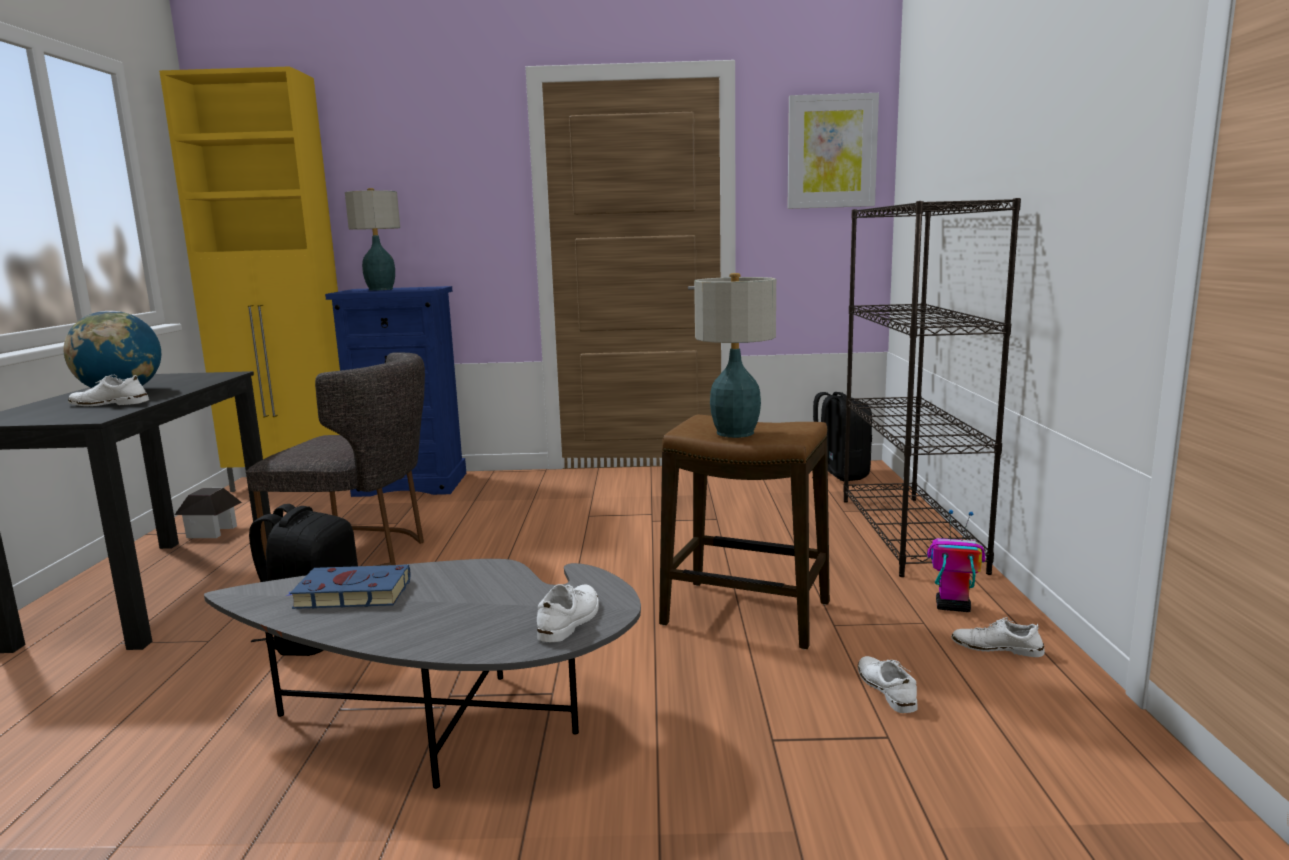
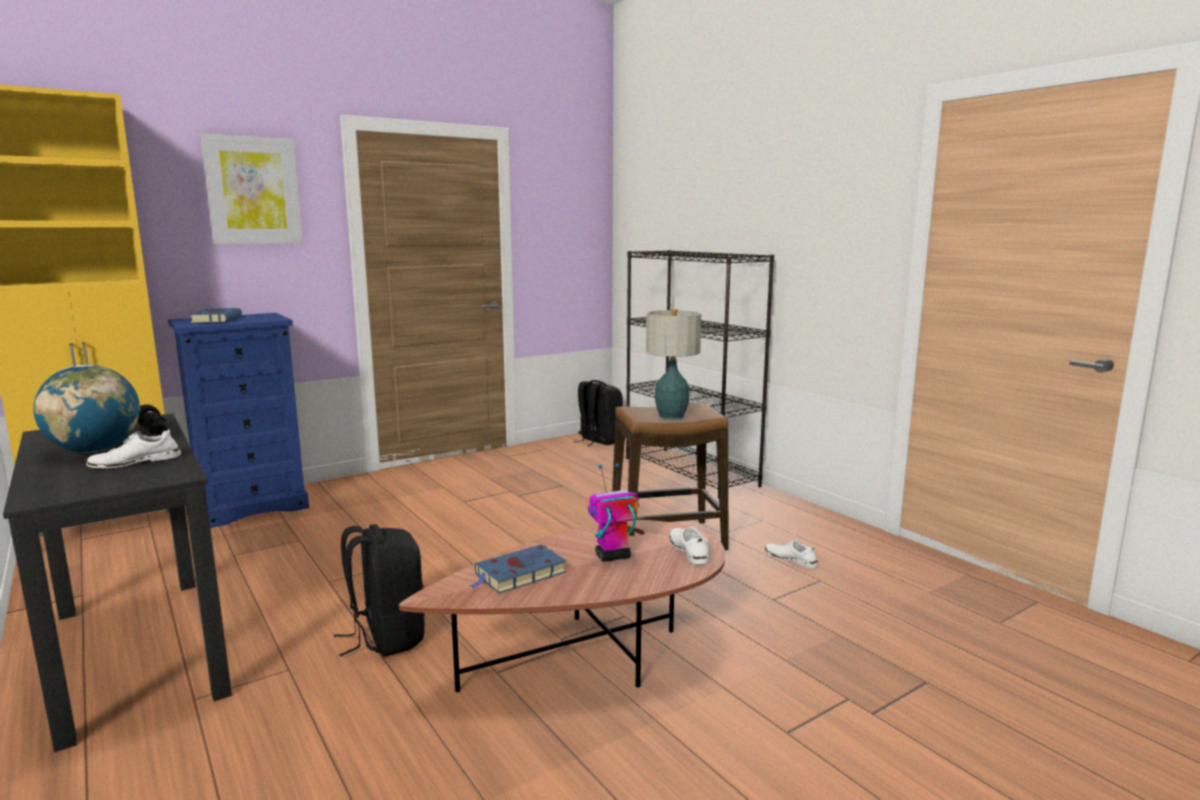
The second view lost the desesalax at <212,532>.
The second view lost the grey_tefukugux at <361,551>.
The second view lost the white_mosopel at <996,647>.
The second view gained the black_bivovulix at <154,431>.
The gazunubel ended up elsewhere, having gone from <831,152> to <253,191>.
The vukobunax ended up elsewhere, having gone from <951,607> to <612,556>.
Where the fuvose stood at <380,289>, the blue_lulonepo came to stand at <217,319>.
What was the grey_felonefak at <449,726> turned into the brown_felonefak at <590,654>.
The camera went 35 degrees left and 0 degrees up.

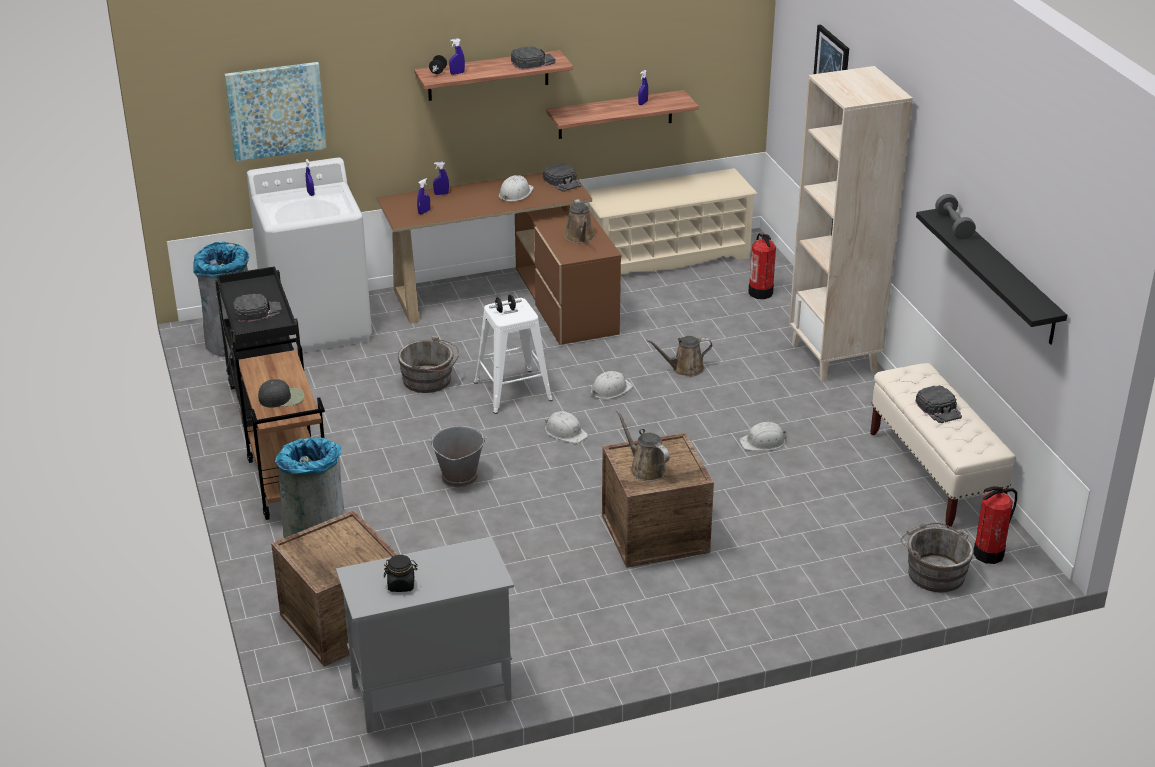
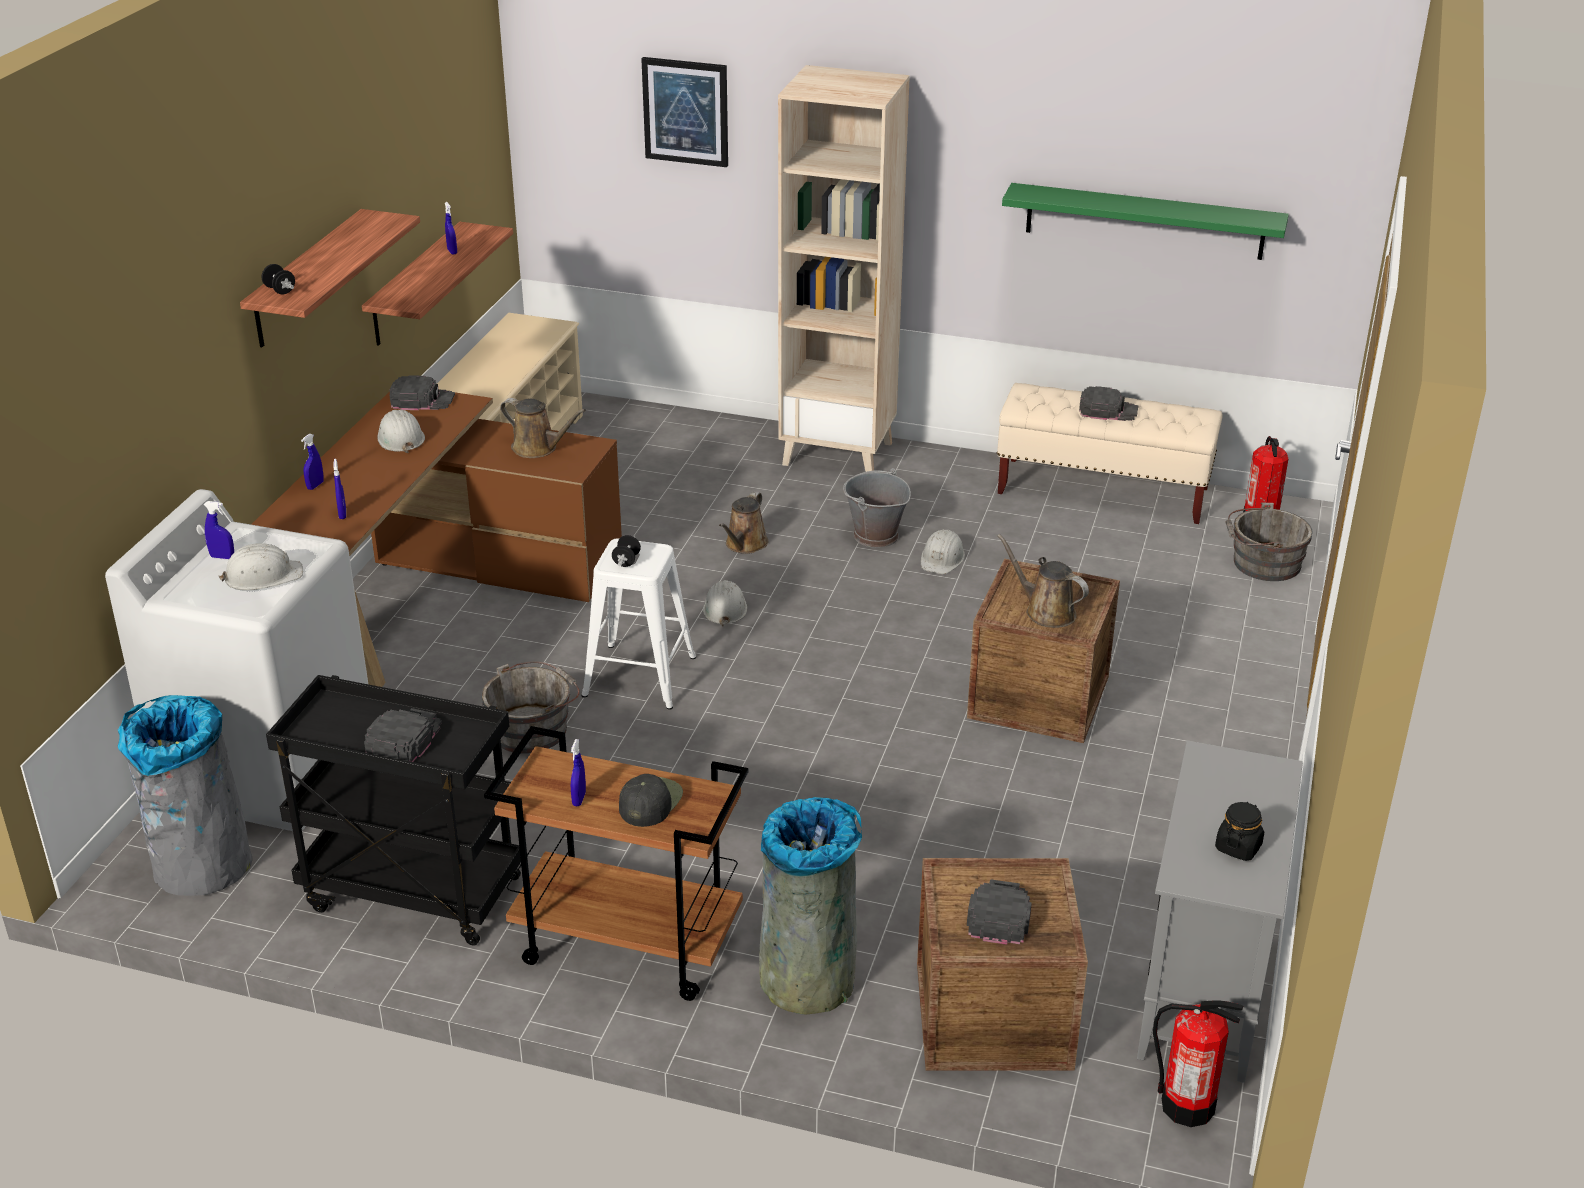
The second view lost the gazunubel at <275,110>.
The second view lost the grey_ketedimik at <953,226>.
The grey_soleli ended up elsewhere, having gone from <459,477> to <875,536>.
The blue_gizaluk ended up elsewhere, having gone from <457,73> to <579,799>.
The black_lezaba ended up elsewhere, having gone from <532,62> to <999,914>.
The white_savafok ended up elsewhere, having gone from <565,432> to <263,576>.
The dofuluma ended up elsewhere, having gone from <760,292> to <1187,1105>.
What was the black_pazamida at <1002,276> turned into the green_pazamida at <1144,221>.
The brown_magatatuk at <645,468> ended up facing another way, 45 degrees clockwise from before.
The camera went 55 degrees left and 0 degrees up.

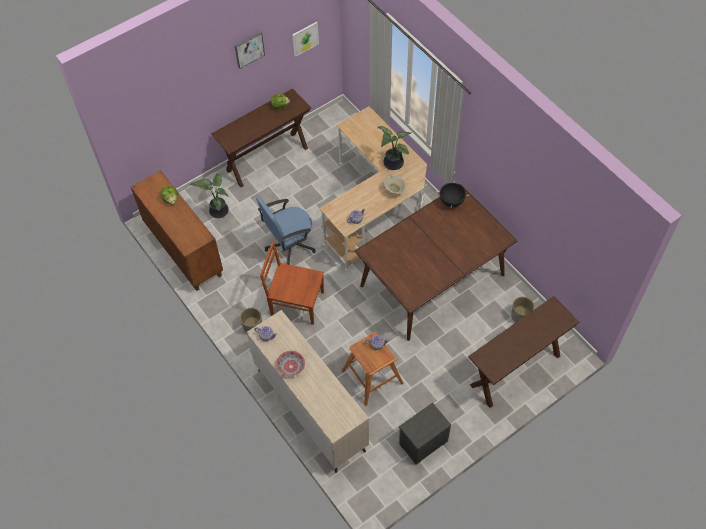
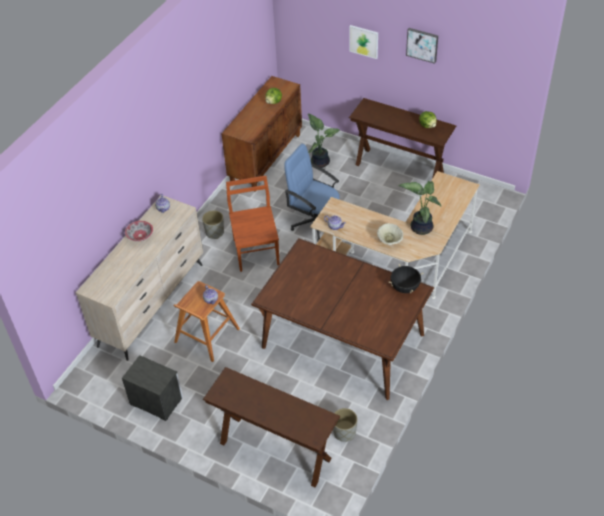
The gazunubel ended up elsewhere, having gone from <305,38> to <364,41>.
The camera went 65 degrees right and 10 degrees down.

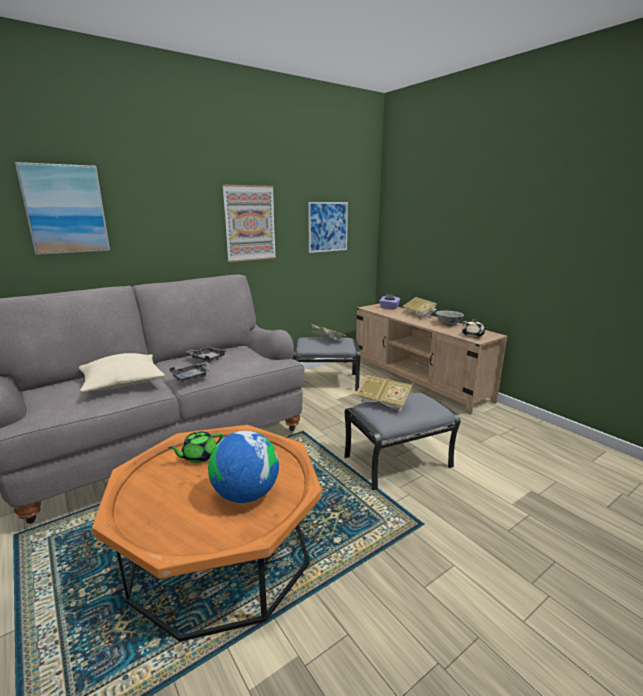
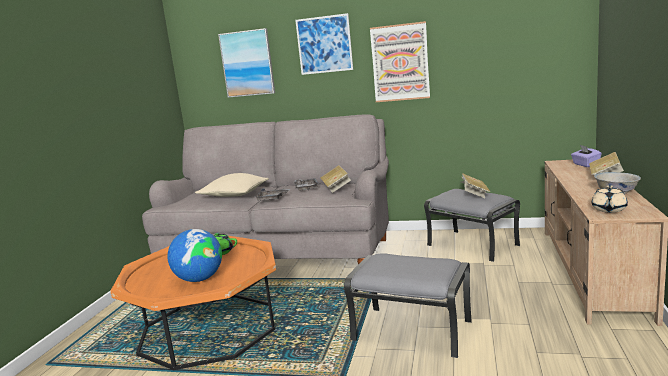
The gazunubel ended up elsewhere, having gone from <328,227> to <324,44>.
The lulonepo ended up elsewhere, having gone from <383,403> to <336,187>.
The camera went 50 degrees right and 5 degrees down.

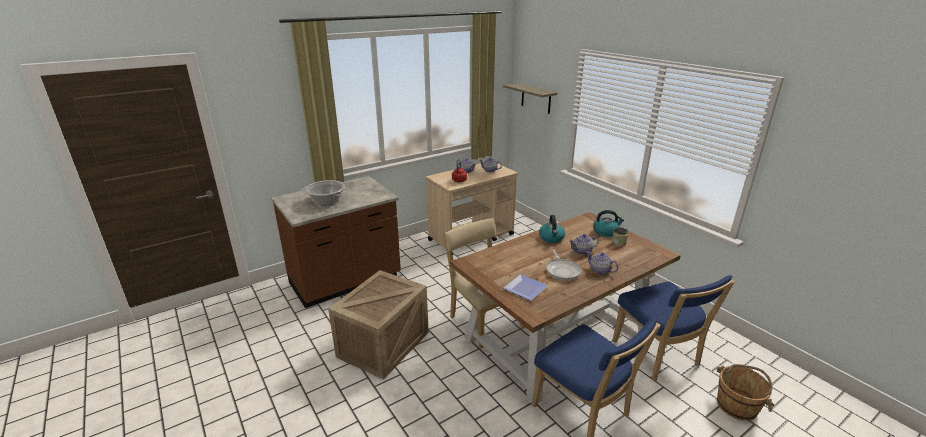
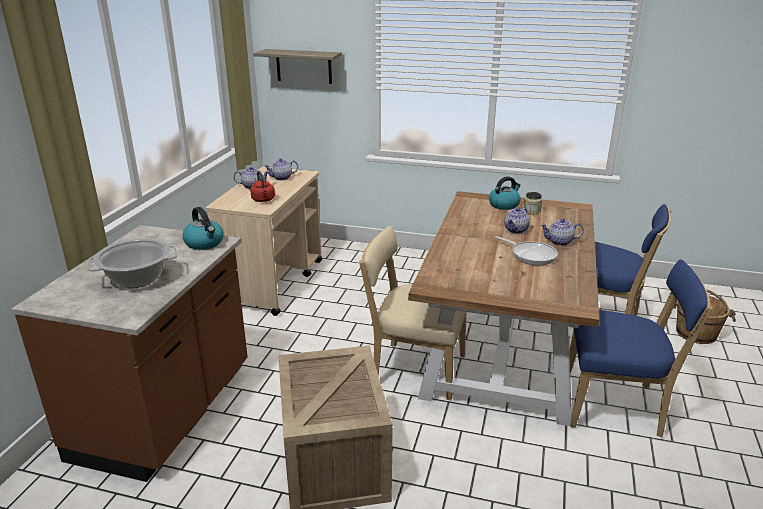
The second view lost the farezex at <525,288>.
The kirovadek ended up elsewhere, having gone from <551,238> to <205,243>.
The camera went 40 degrees left and 0 degrees up.

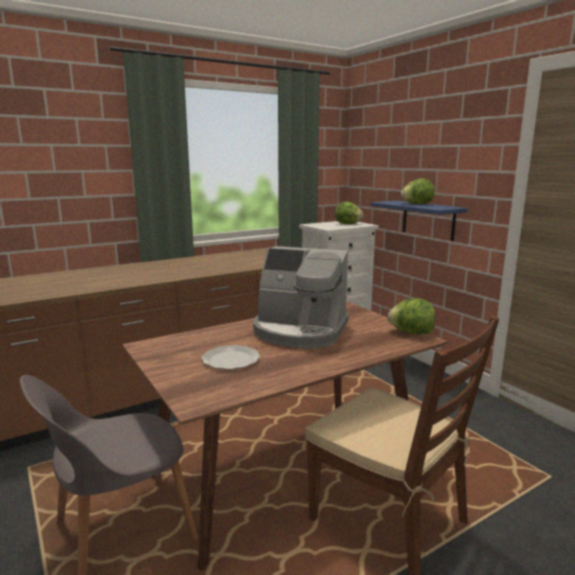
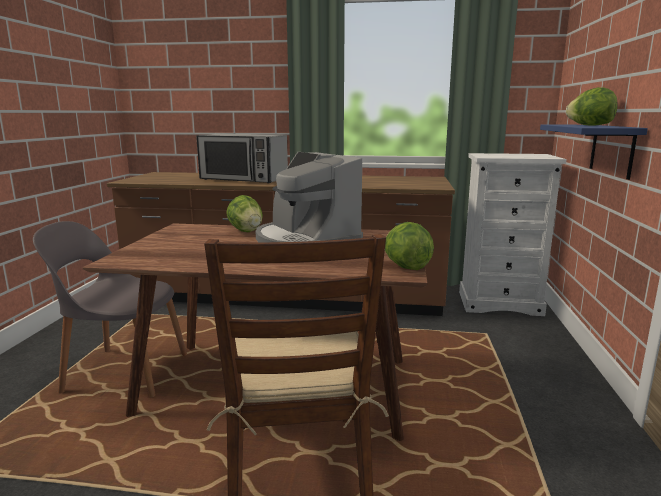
The second view lost the farezex at <232,360>.
The second view gained the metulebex at <243,179>.
The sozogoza ended up elsewhere, having gone from <348,224> to <246,231>.
The camera went 40 degrees right and 0 degrees up.

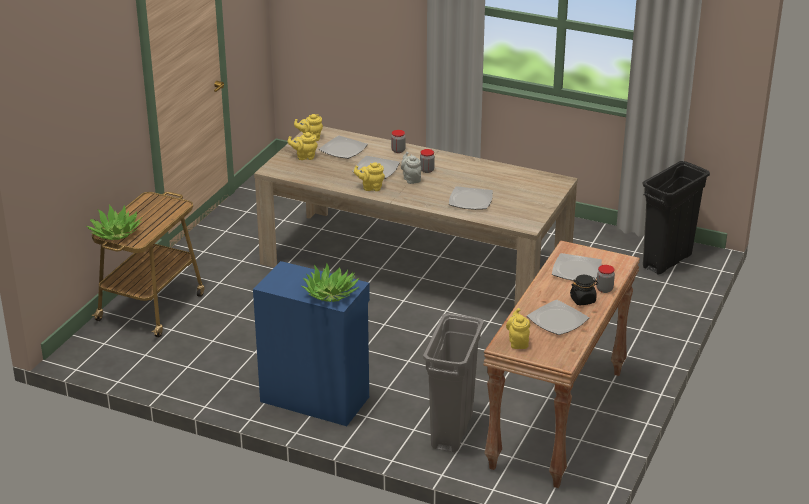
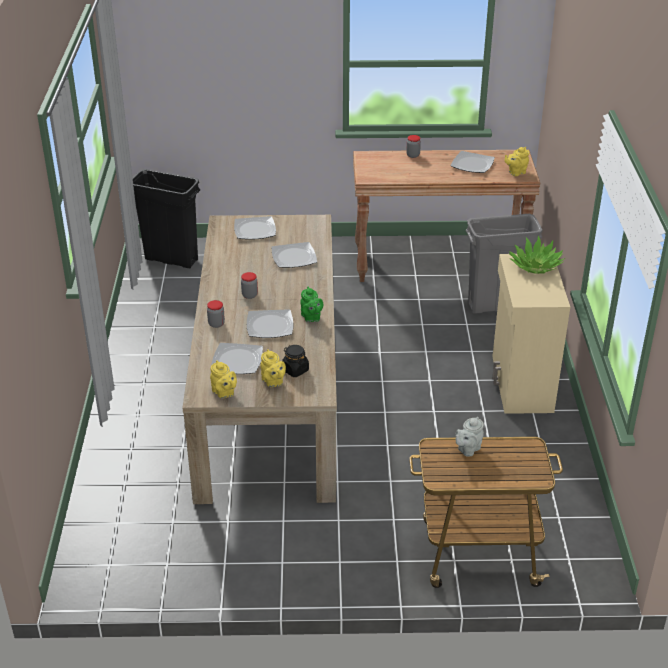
The second view lost the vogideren at <115,233>.
The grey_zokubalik ended up elsewhere, having gone from <411,179> to <467,449>.
The farezex ended up elsewhere, having gone from <576,270> to <254,230>.
The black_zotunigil ended up elsewhere, having gone from <583,300> to <295,370>.
What was the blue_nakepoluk at <315,398> turned into the beige_nakepoluk at <520,384>.
What was the yellow_zokubalik at <370,187> turned into the green_zokubalik at <311,318>.
The camera went 115 degrees left and 5 degrees up.

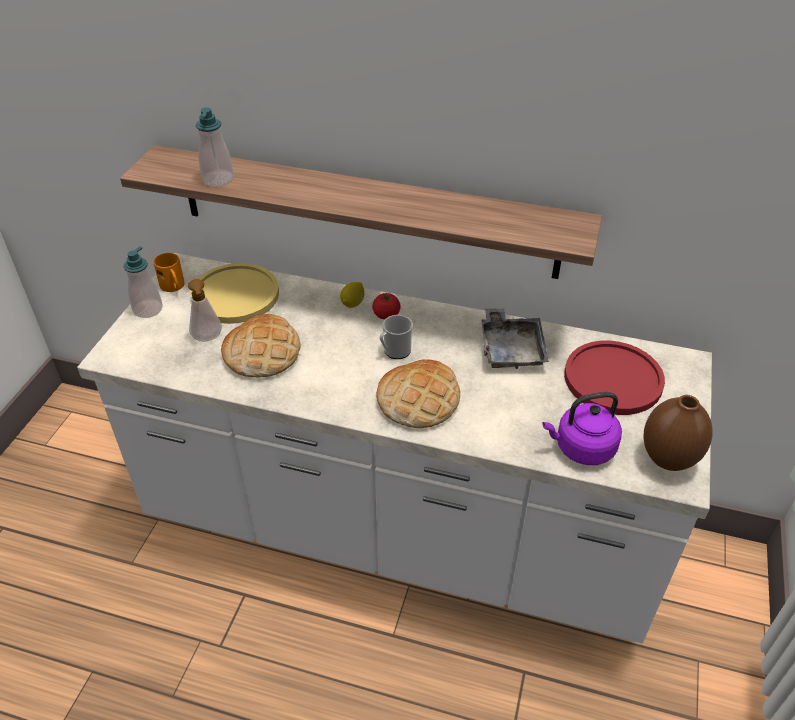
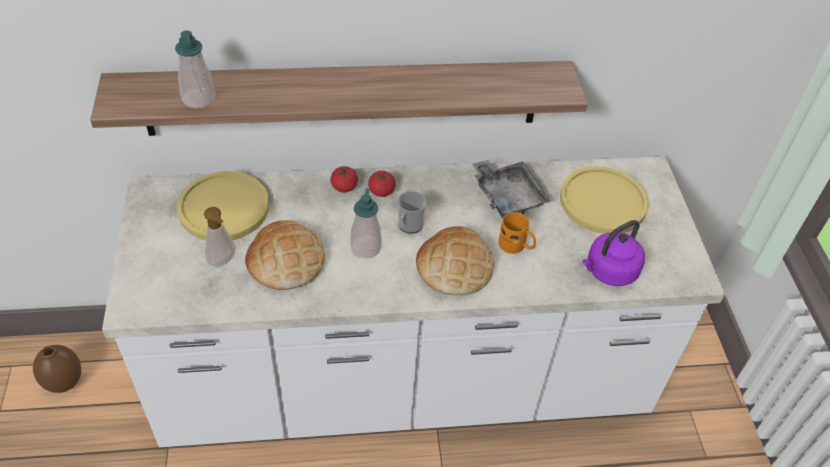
The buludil ended up elsewhere, having gone from <148,309> to <366,248>.
The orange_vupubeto ended up elsewhere, having gone from <174,287> to <516,246>.
The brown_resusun ended up elsewhere, having gone from <668,459> to <65,382>.
Where the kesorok stood at <353,303>, the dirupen came to stand at <344,187>.
What was the red_farezex at <613,379> turned into the yellow_farezex at <603,201>.
The camera went 25 degrees left and 5 degrees up.

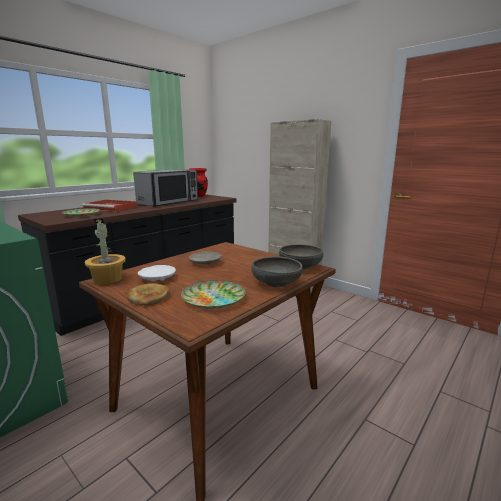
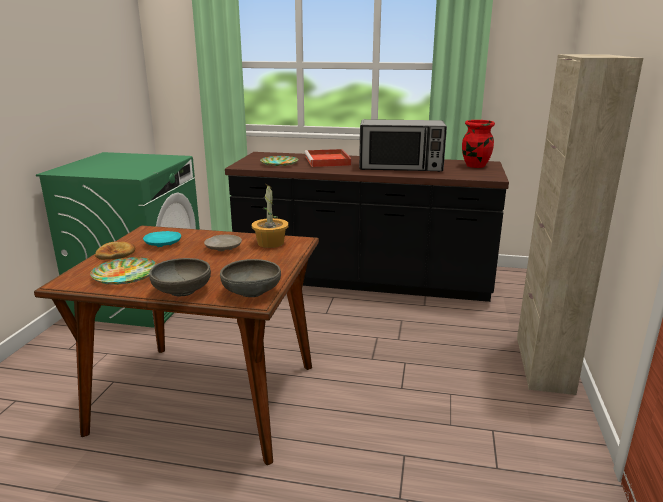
The vogideren ended up elsewhere, having gone from <107,279> to <270,243>.
What was the white_farezex at <157,278> turned into the turquoise_farezex at <163,244>.
The camera went 60 degrees right and 5 degrees up.

